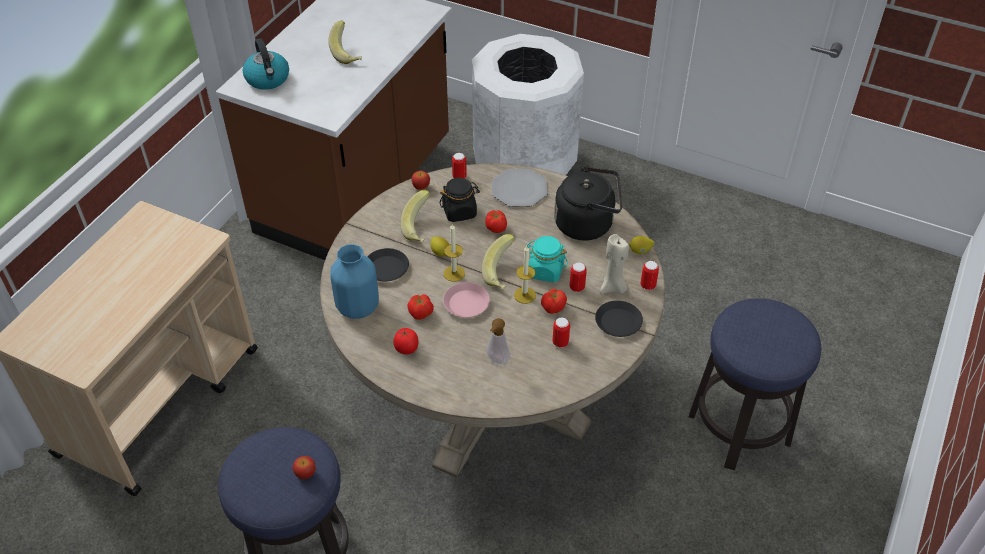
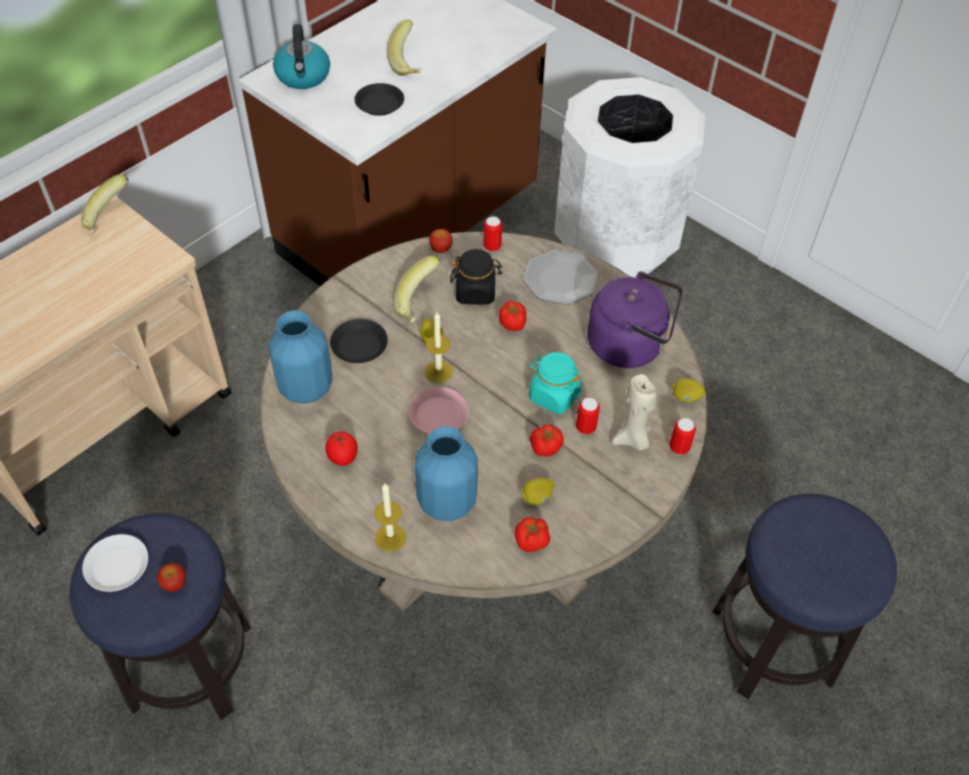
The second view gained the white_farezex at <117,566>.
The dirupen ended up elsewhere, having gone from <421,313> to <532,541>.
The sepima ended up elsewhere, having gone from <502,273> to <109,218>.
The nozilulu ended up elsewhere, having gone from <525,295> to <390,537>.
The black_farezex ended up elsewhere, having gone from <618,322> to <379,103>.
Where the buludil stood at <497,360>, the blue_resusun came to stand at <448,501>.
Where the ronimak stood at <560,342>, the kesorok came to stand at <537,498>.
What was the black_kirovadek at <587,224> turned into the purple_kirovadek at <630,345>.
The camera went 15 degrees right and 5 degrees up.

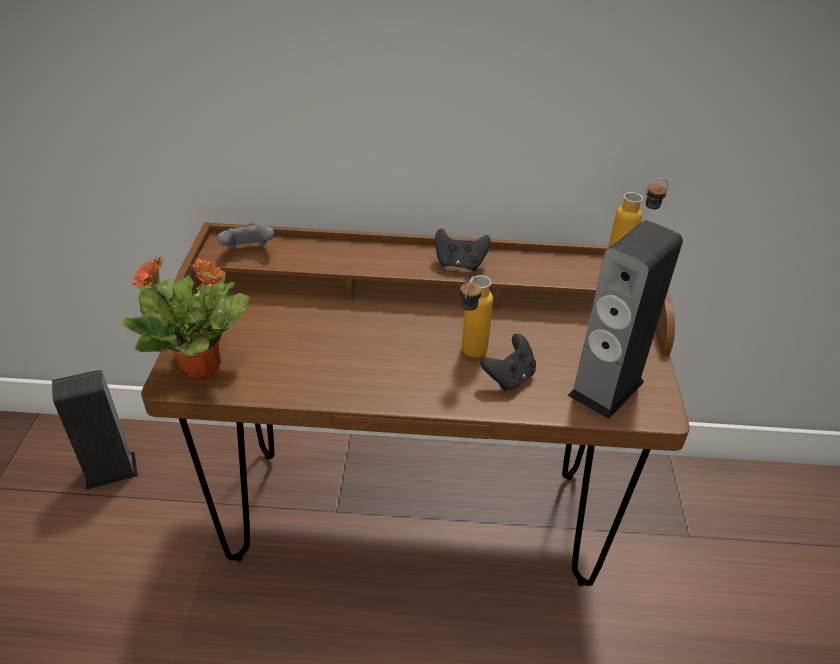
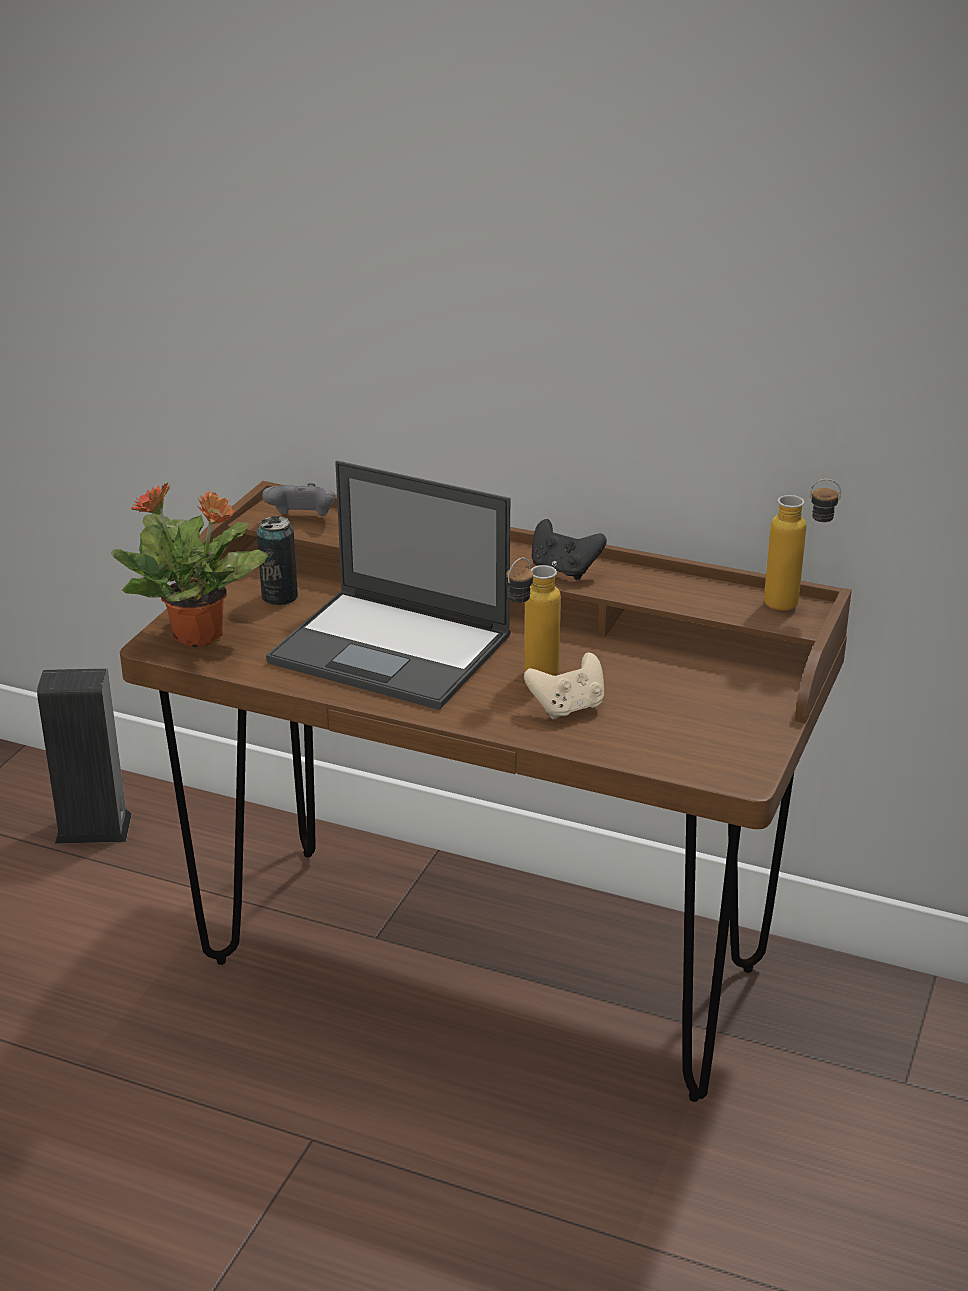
The second view lost the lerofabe at <606,388>.
The second view gained the ronimak at <279,596>.
The second view gained the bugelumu at <393,649>.
What was the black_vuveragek at <509,377> turned into the beige_vuveragek at <568,708>.
The camera went 20 degrees right and 10 degrees down.

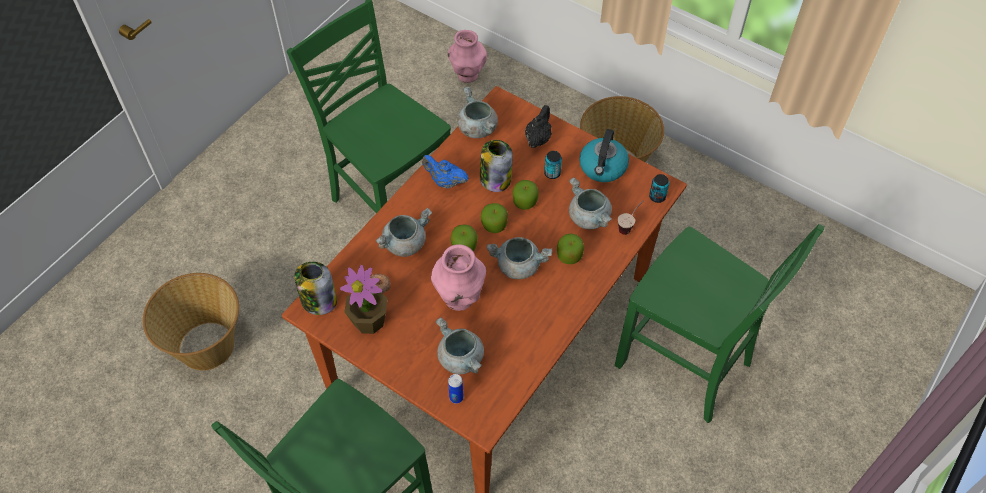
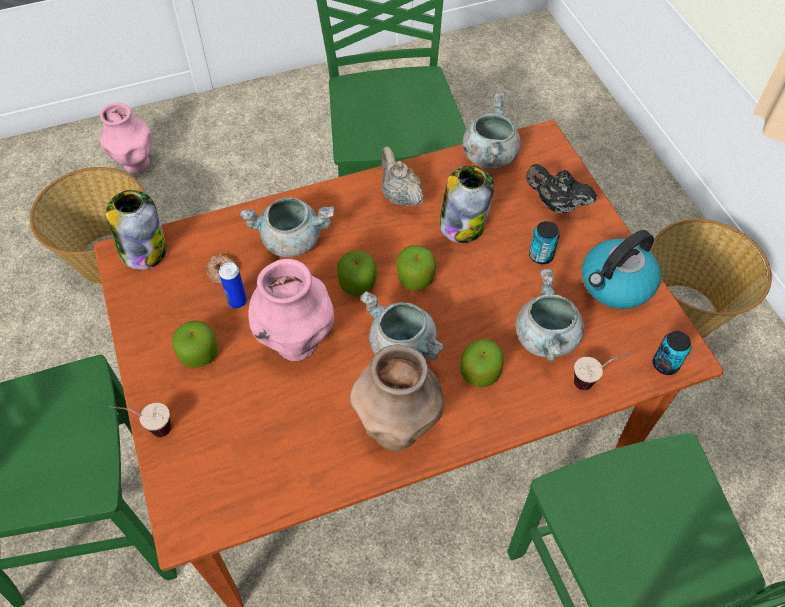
The second view lost the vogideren at <369,320>.
The second view lost the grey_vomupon at <461,358>.
The second view gained the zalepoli at <149,428>.
The second view gained the brown_resusun at <396,429>.
The pink_resusun ended up elsewhere, having gone from <467,76> to <135,164>.
The ronimak ended up elsewhere, having gone from <456,397> to <237,301>.
The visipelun ended up elsewhere, having gone from <525,201> to <199,354>.
What was the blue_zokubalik at <445,182> turned into the beige_zokubalik at <399,196>.
The black_zokubalik at <538,139> ended up facing another way, 120 degrees counterclockwise from before.
The camera went 35 degrees right and 0 degrees up.

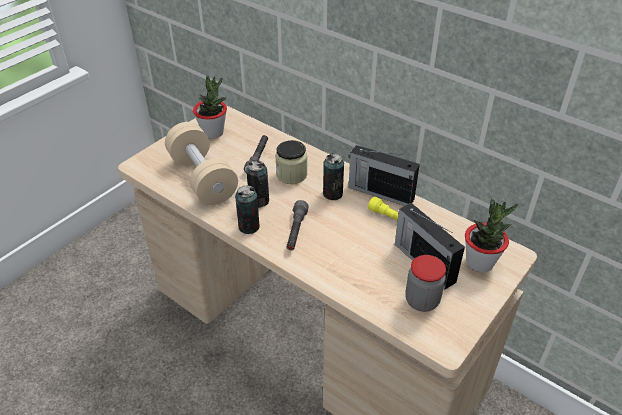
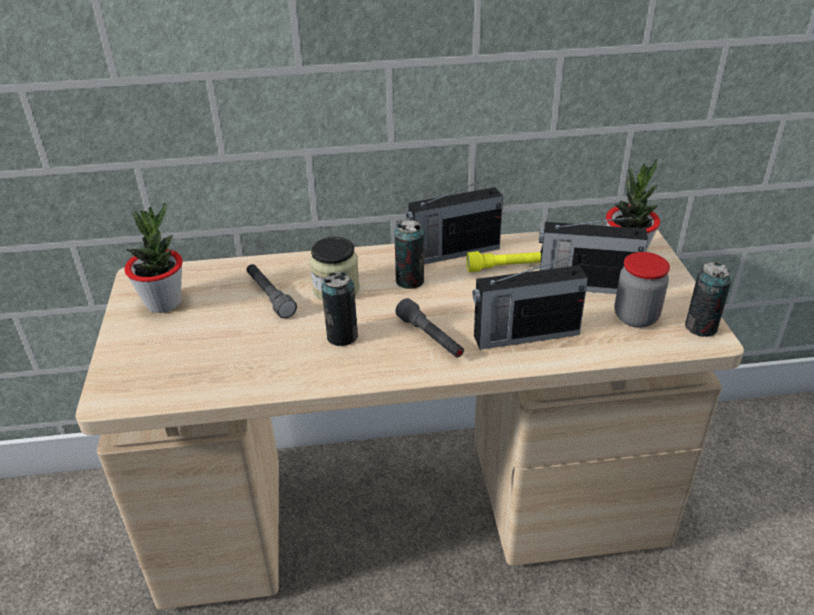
The second view lost the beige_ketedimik at <202,178>.
The second view gained the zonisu at <524,335>.
The ronimak ended up elsewhere, having gone from <249,227> to <701,327>.
The camera went 45 degrees left and 5 degrees down.

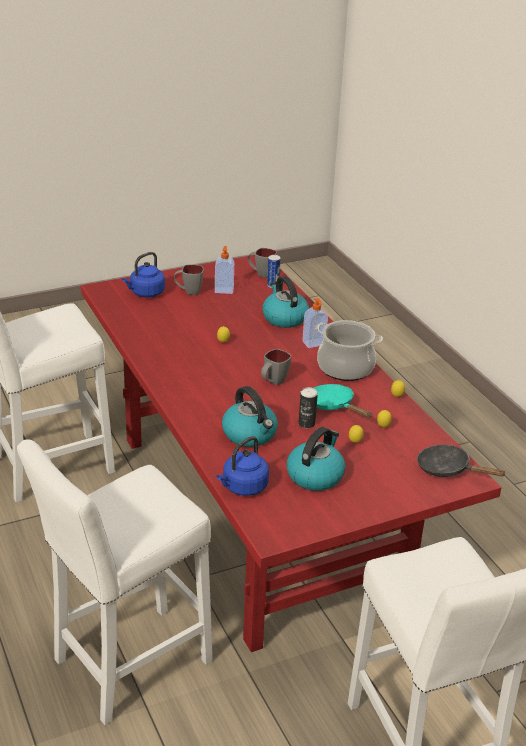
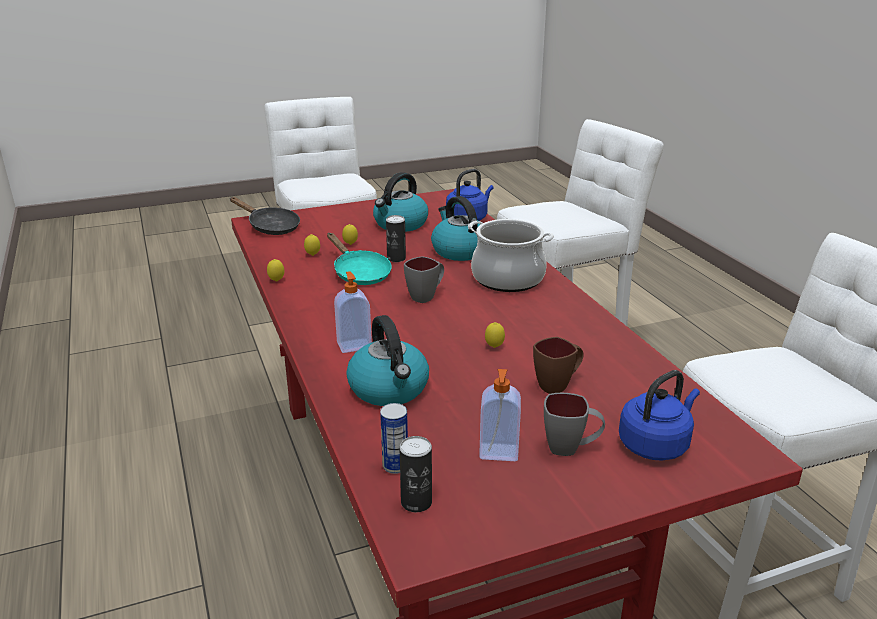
The second view gained the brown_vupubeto at <558,385>.
The vomupon ended up elsewhere, having gone from <345,368> to <507,279>.
Where the grey_vupubeto stood at <261,274>, the ronimak came to stand at <416,502>.
The camera went 175 degrees left and 5 degrees down.

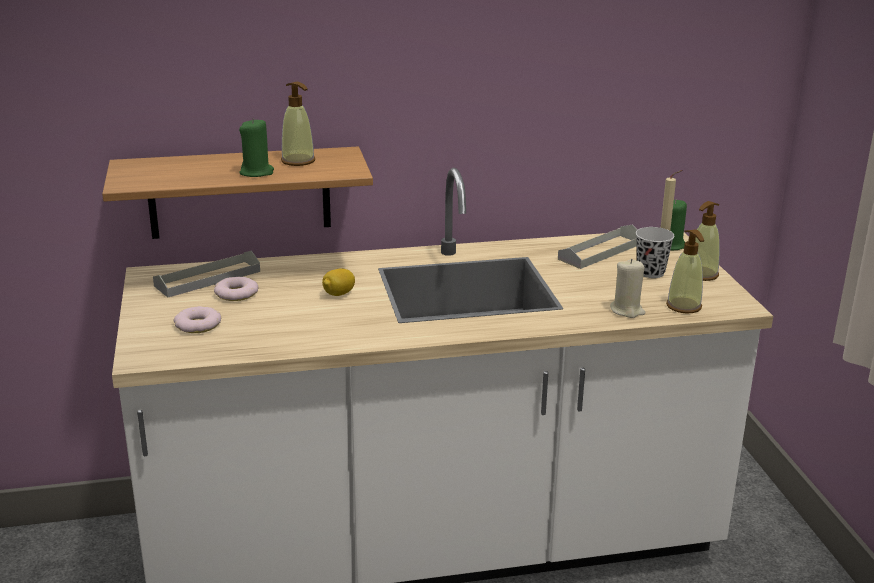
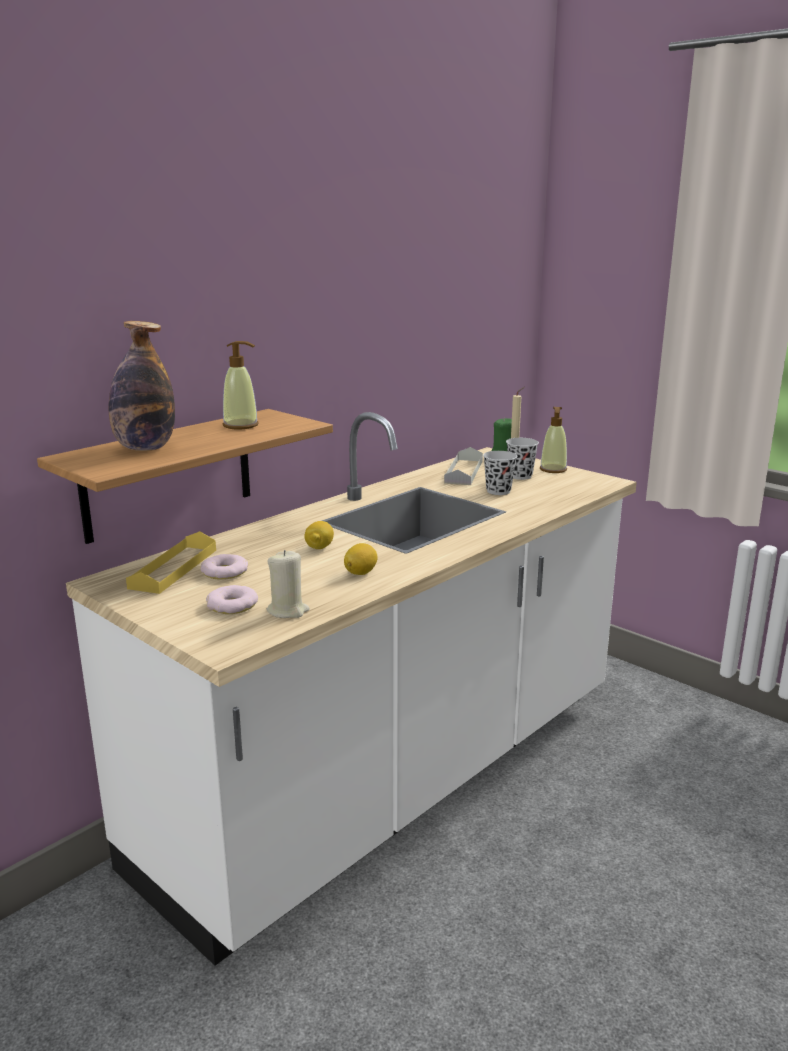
The second view lost the green_nozilulu at <257,172>.
The second view lost the buludil at <684,306>.
The second view gained the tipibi at <145,448>.
The second view gained the kesorok at <360,572>.
The second view gained the black_zalepoli at <498,491>.
The beige_nozilulu ended up elsewhere, having gone from <627,310> to <288,611>.
What was the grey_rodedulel at <207,278> turned into the yellow_rodedulel at <174,568>.
The camera went 35 degrees left and 5 degrees down.

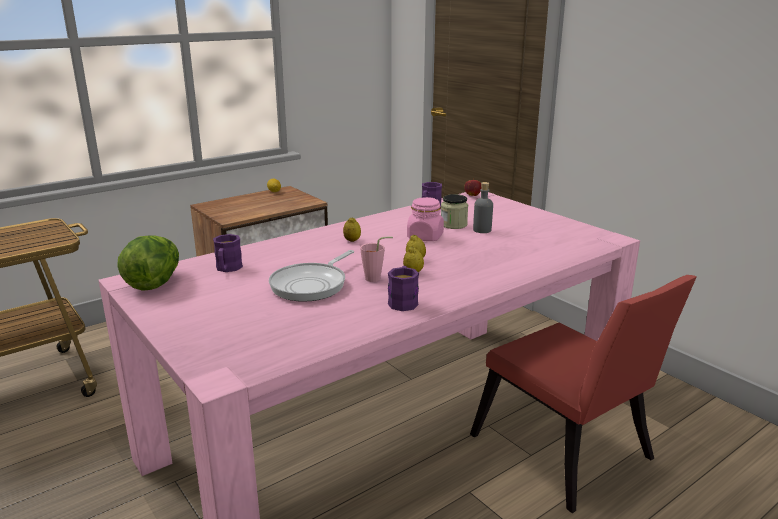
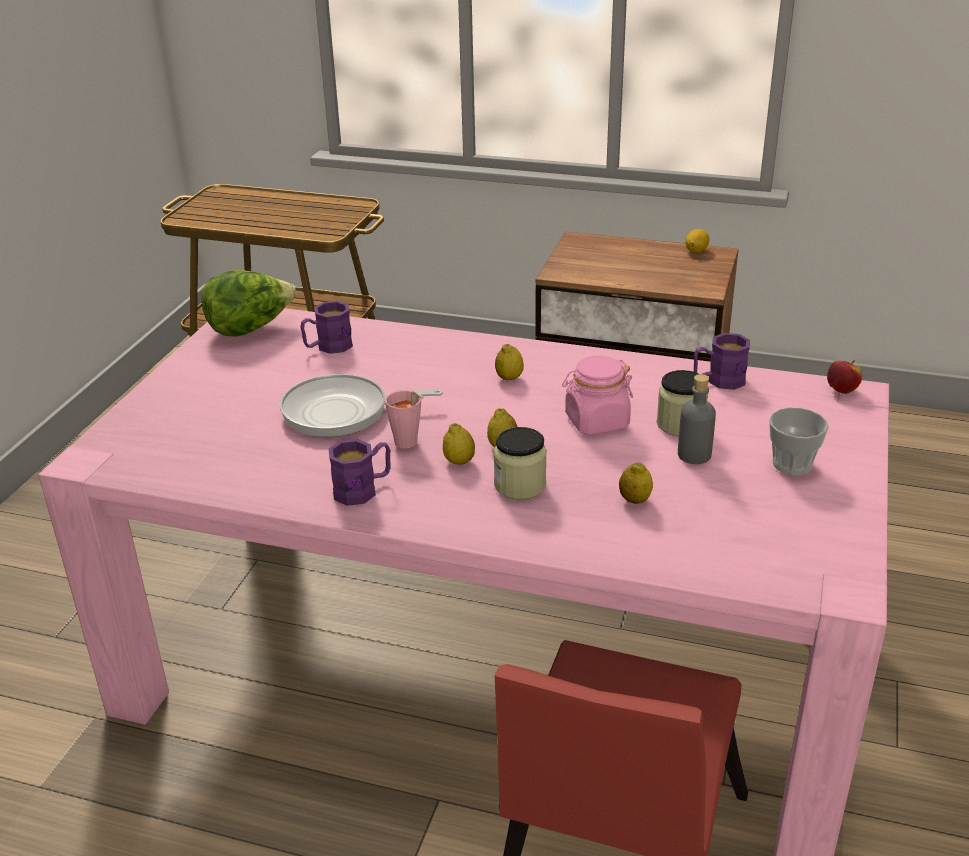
The second view gained the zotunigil at <520,485>.
The second view gained the kesorok at <634,500>.
The second view gained the zalepoli at <792,464>.
The camera went 55 degrees right and 10 degrees up.

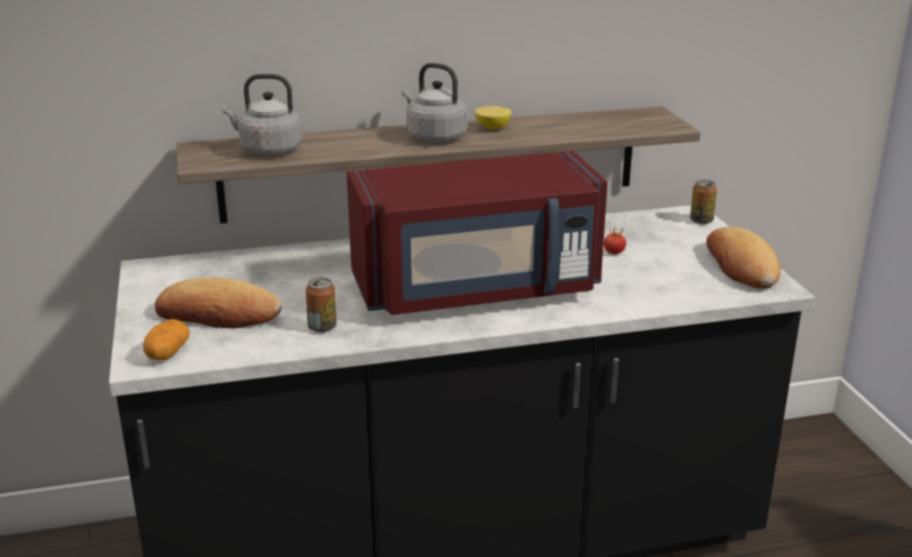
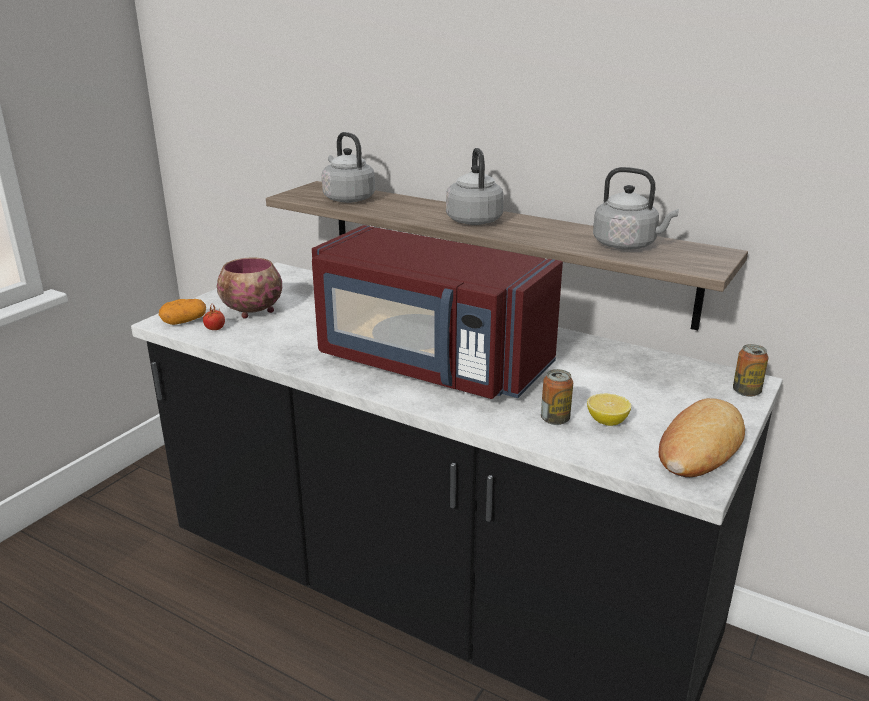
The second view gained the grey_kirovadek at <627,245>.
The ronimak ended up elsewhere, having gone from <322,327> to <555,419>.
The kesorok ended up elsewhere, having gone from <492,128> to <607,421>.
The dirupen ended up elsewhere, having gone from <614,253> to <215,329>.
Where the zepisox stood at <218,314>, the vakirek came to stand at <252,311>.
The camera went 45 degrees right and 0 degrees up.

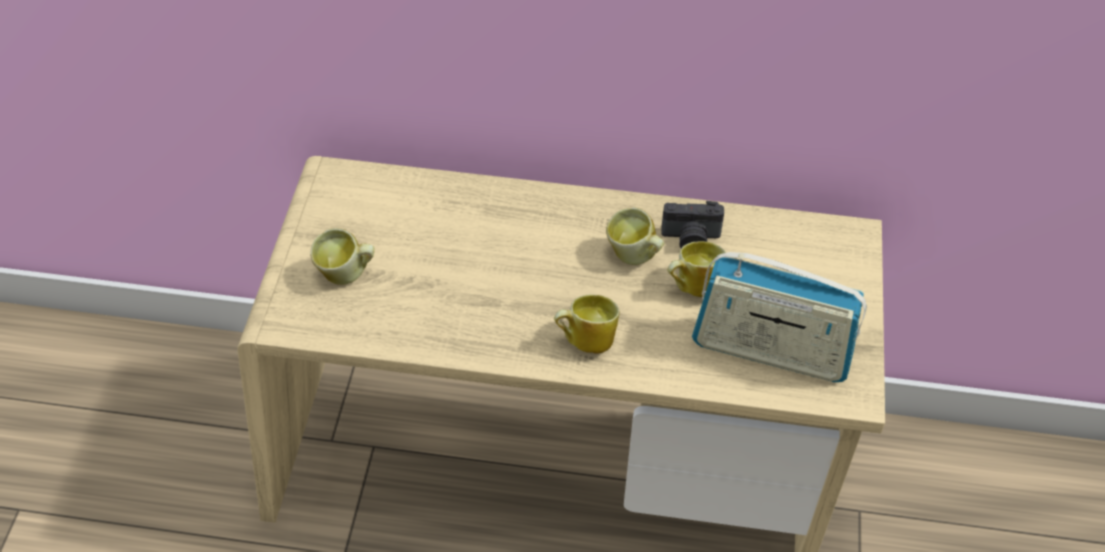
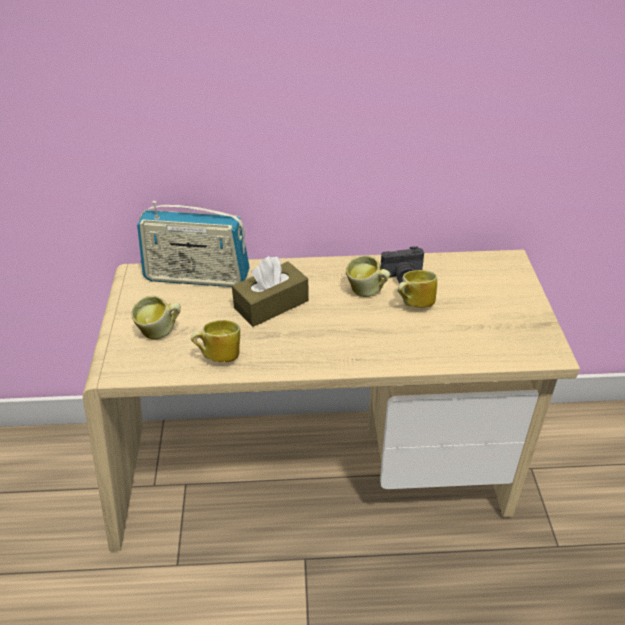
The second view gained the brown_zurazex at <271,304>.
The vupubeto ended up elsewhere, having gone from <585,339> to <218,356>.
The zonisu ended up elsewhere, having gone from <770,350> to <197,277>.
The camera went 10 degrees left and 10 degrees down.

